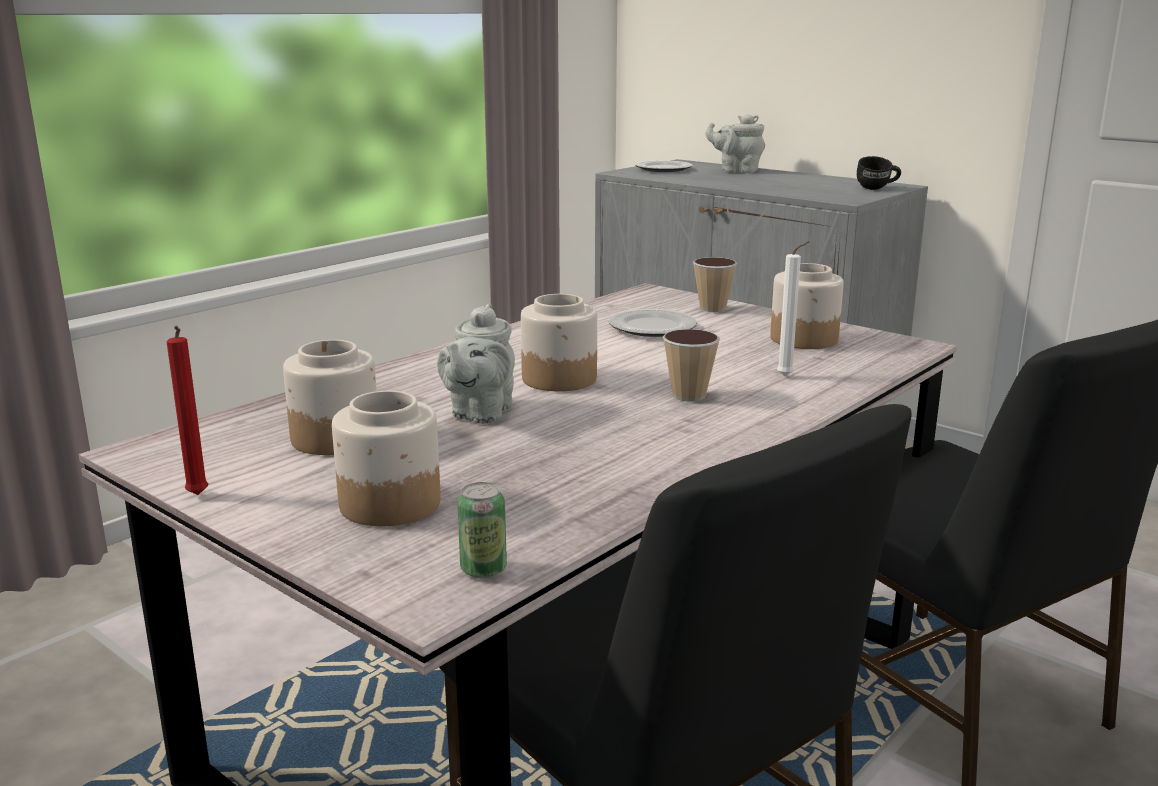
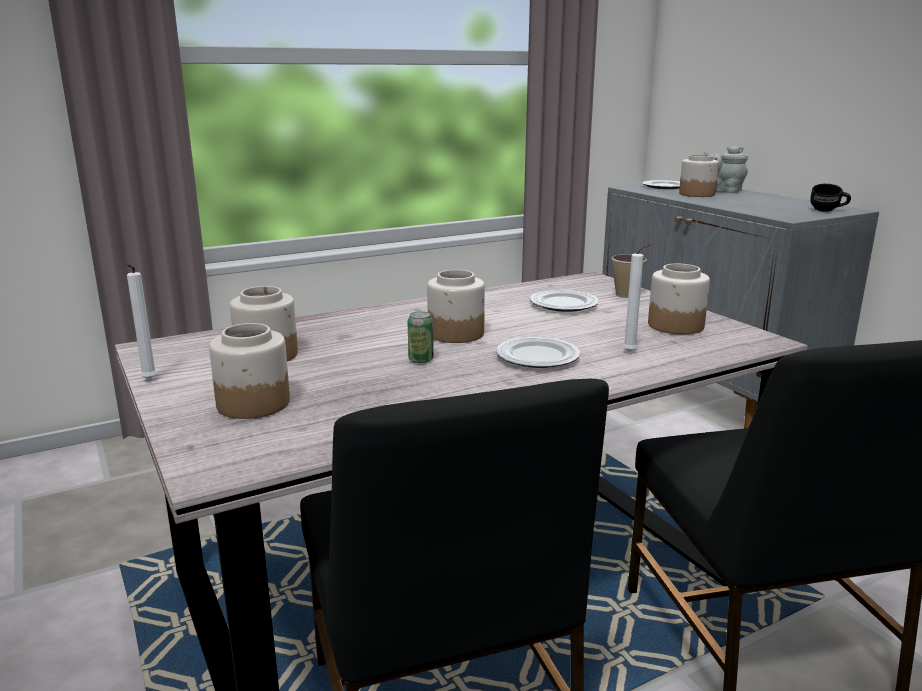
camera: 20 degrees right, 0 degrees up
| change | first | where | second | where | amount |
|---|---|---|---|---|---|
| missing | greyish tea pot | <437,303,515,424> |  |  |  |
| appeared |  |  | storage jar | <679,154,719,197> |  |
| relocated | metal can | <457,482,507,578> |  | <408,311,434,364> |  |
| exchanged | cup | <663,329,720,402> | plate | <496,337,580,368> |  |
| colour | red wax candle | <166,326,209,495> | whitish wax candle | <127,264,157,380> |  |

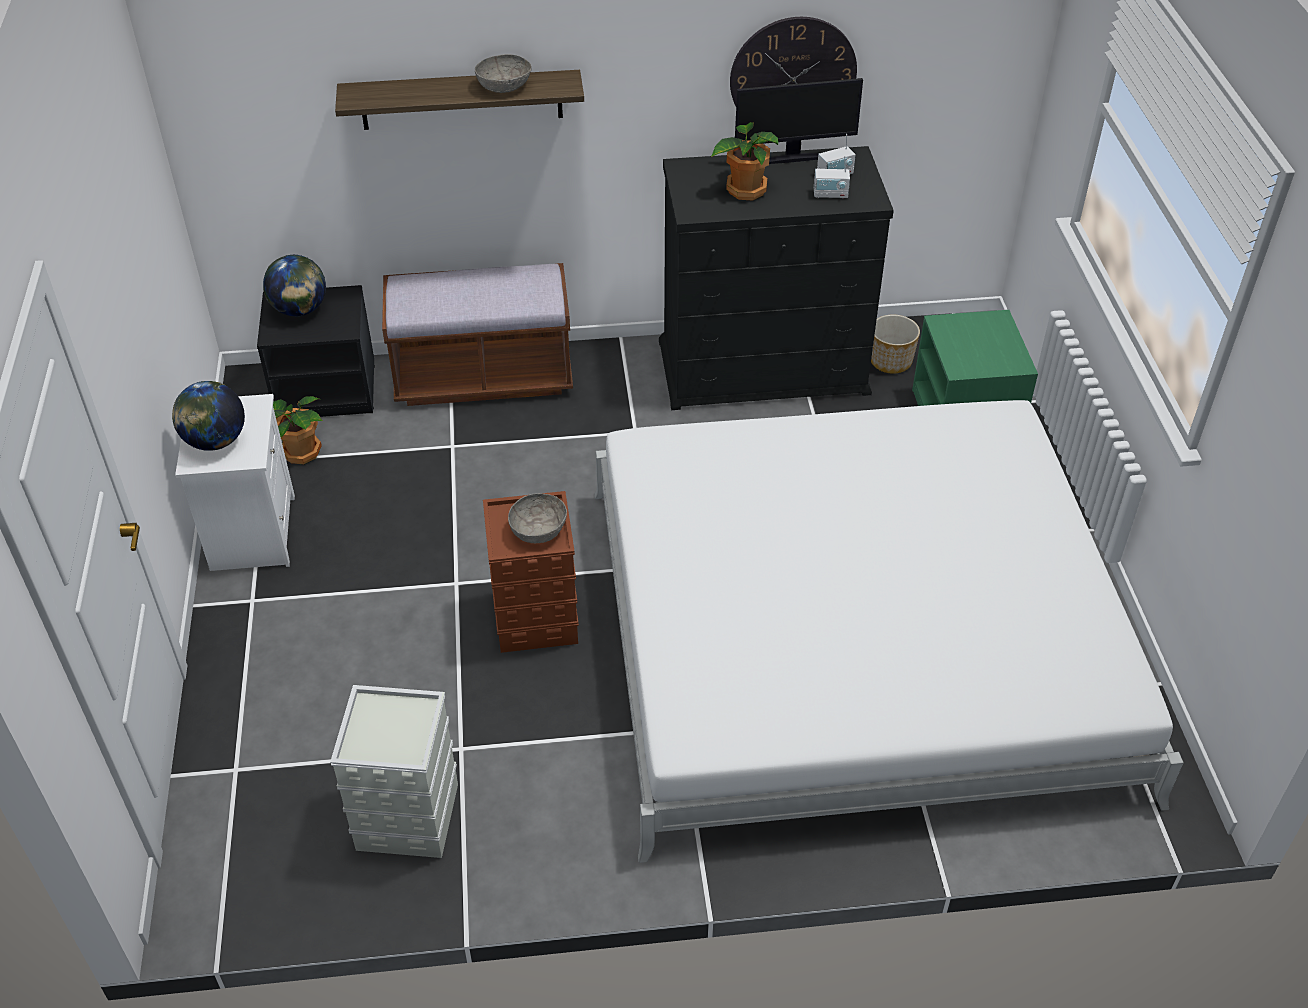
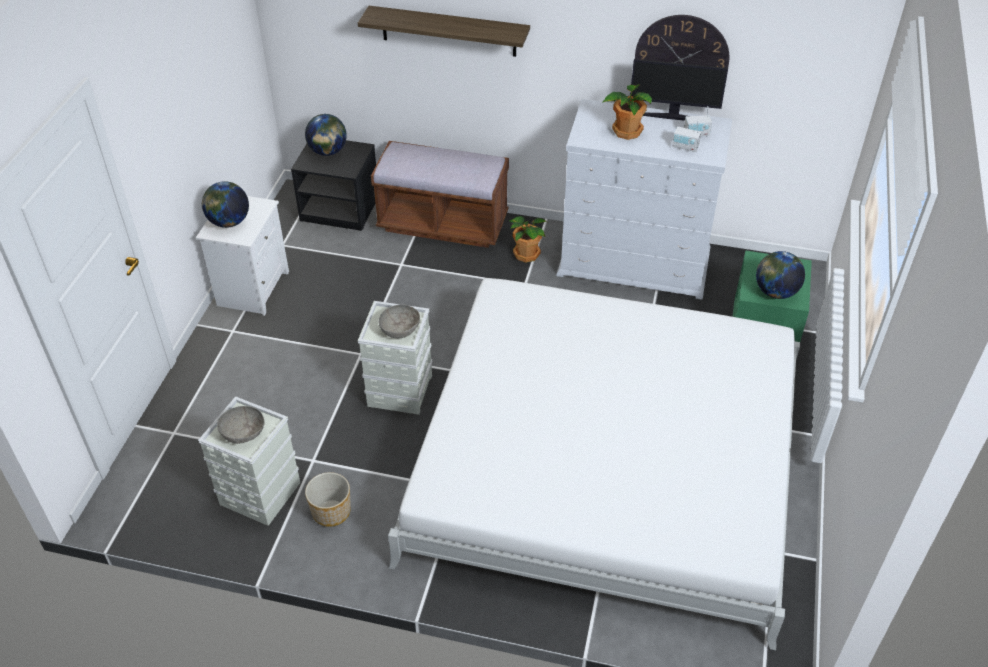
camera: 20 degrees right, 0 degrees up
| change | first | where | second | where | amount |
|---|---|---|---|---|---|
| appeared |  |  | desk globe | <756,251,805,299> |  |
| relocated | houseplant | <273,396,323,464> |  | <509,216,547,263> |  |
| relocated | greyish serving bowl | <475,54,532,93> |  | <217,406,265,444> |  |
| relocated | flower pot | <871,315,920,374> |  | <305,472,351,527> |  |
| colour | brownish storage box | <483,491,579,653> | greyish storage box | <358,301,432,415> |  |
| colour | blackish chest of drawers | <659,146,894,410> | whitish chest of drawers | <557,99,732,299> |  |

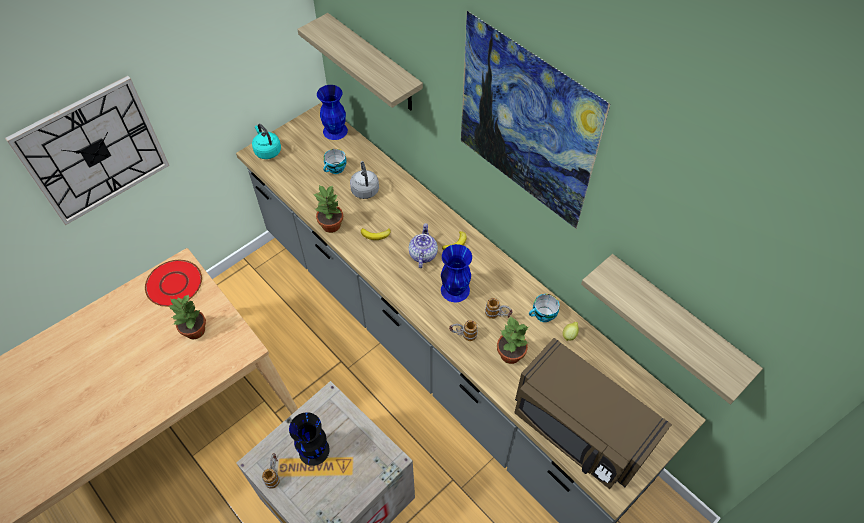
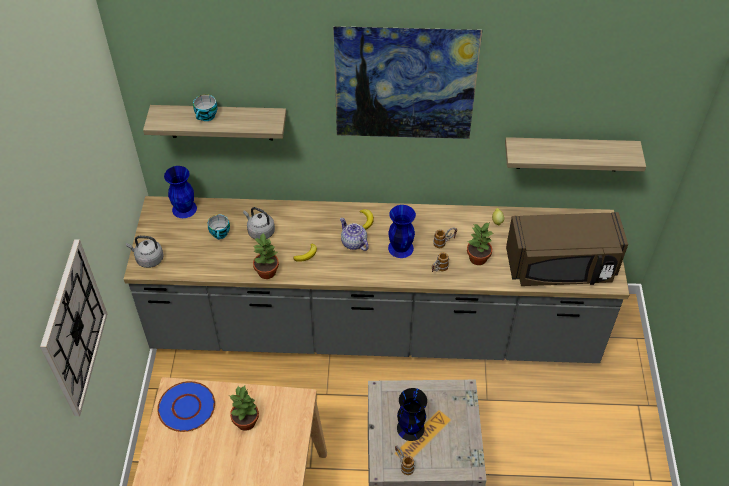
camera: 45 degrees left, 5 degrees down
| change | first | where | second | where | amount |
|---|---|---|---|---|---|
| relocated | cup | <529,294,560,322> |  | <193,95,218,121> |  |
| colour | red plate | <145,260,202,307> | blue-coloured plate | <157,381,215,432> |  |
| colour | turquoise-coloured kettle | <252,124,281,159> | greyish kettle | <126,236,164,268> |  |

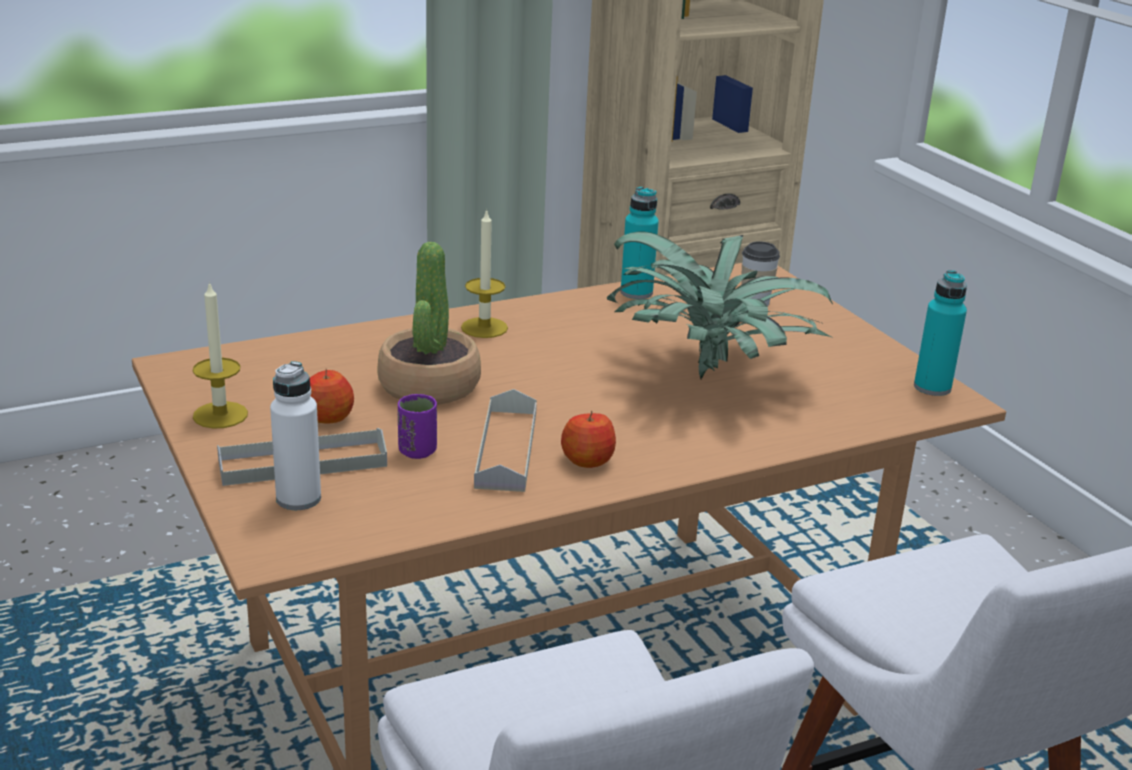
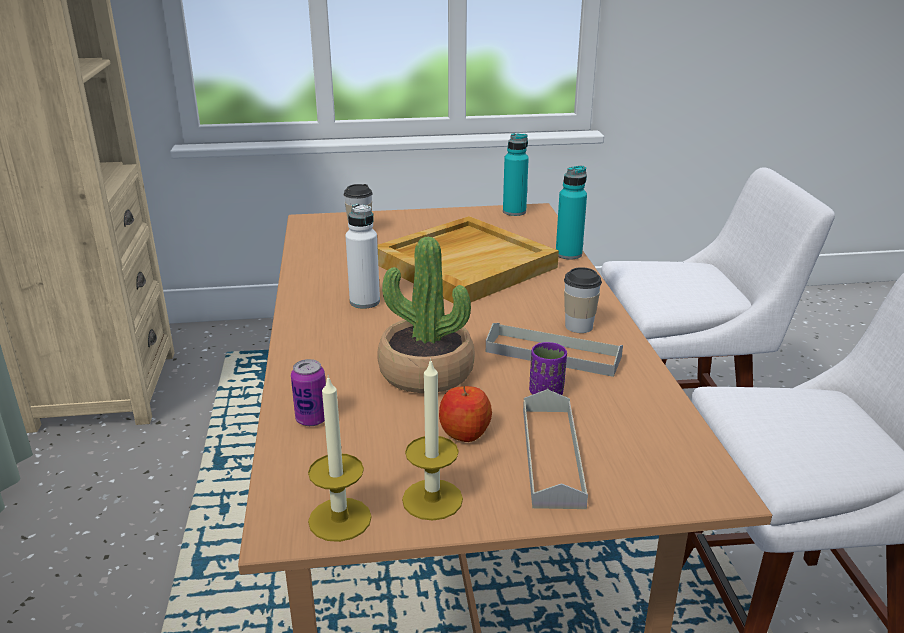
camera: 70 degrees left, 0 degrees up
| change | first | where | second | where | amount |
|---|---|---|---|---|---|
| appeared |  |  | metal can | <291,359,326,426> |  |
| relocated | whitish bottle | <270,361,321,510> |  | <345,204,380,309> |  |
| relocated | wax candle | <461,209,508,338> |  | <308,375,372,542> |  |
| relocated | turquoise-coloured bottle | <621,187,659,299> |  | <556,166,587,259> |  |
| exchanged | whole apple | <561,411,616,468> | cup | <564,267,602,333> |  |
| exchanged | houseplant | <607,232,833,379> | sand-coloured carrying tray | <377,216,559,303> |  |

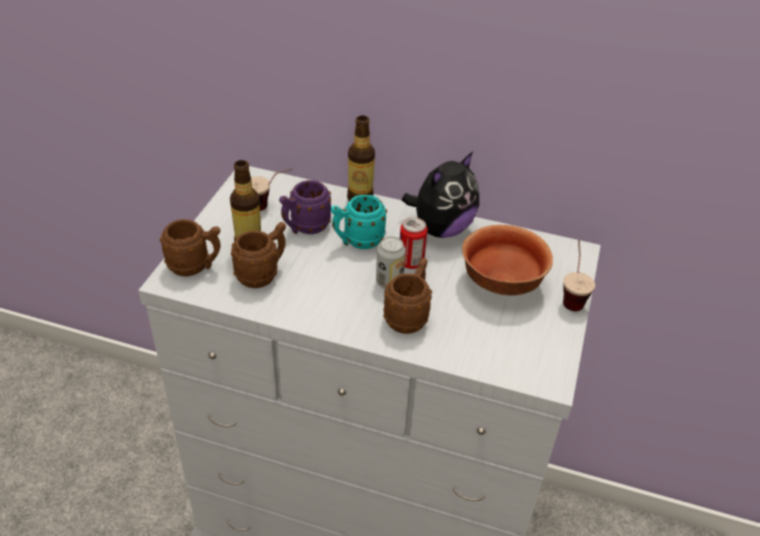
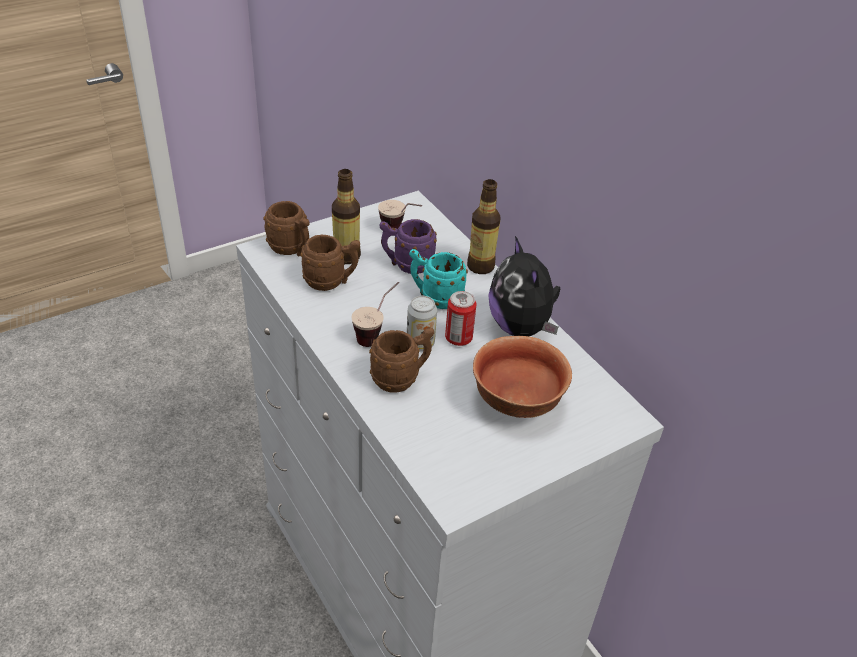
camera: 40 degrees right, 0 degrees up
| change | first | where | second | where | amount |
|---|---|---|---|---|---|
| relocated | cup | <563,239,595,311> |  | <351,282,399,347> |  |
| spun | cuddly toy | <402,152,479,238> |  | <488,236,560,336> | 75 degrees clockwise |

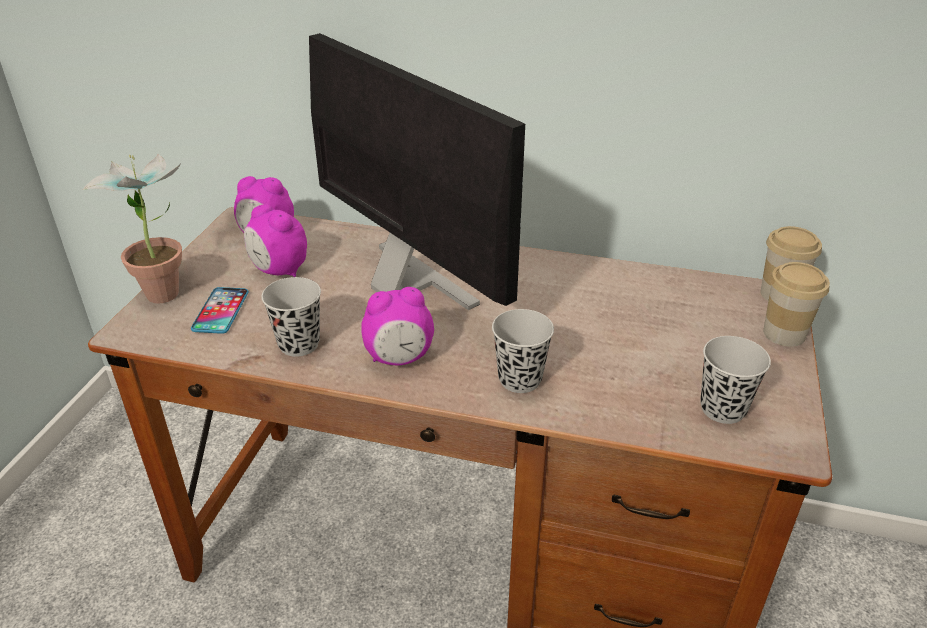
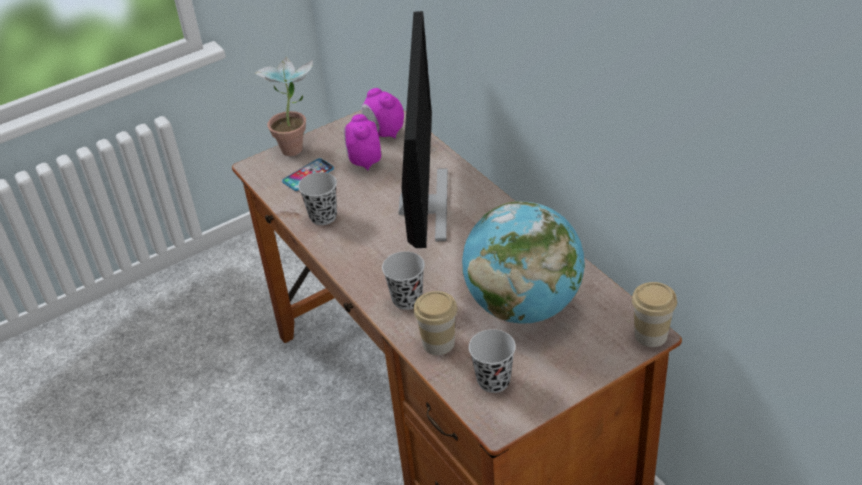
camera: 45 degrees right, 5 degrees up
| change | first | where | second | where | amount |
|---|---|---|---|---|---|
| missing | bedside clock | <361,287,434,365> |  |  |  |
| appeared |  |  | desk globe | <462,201,585,324> |  |
| relocated | cup | <763,262,830,347> |  | <413,291,457,355> |  |

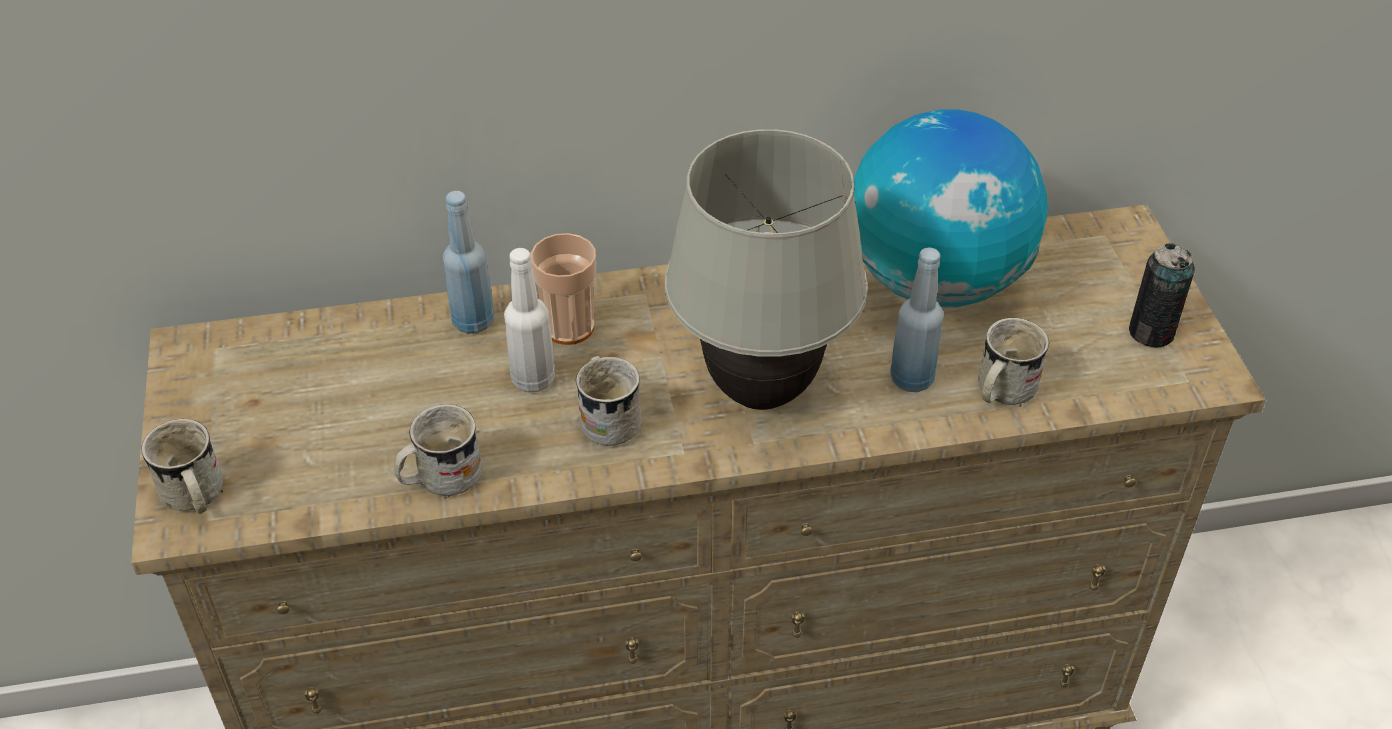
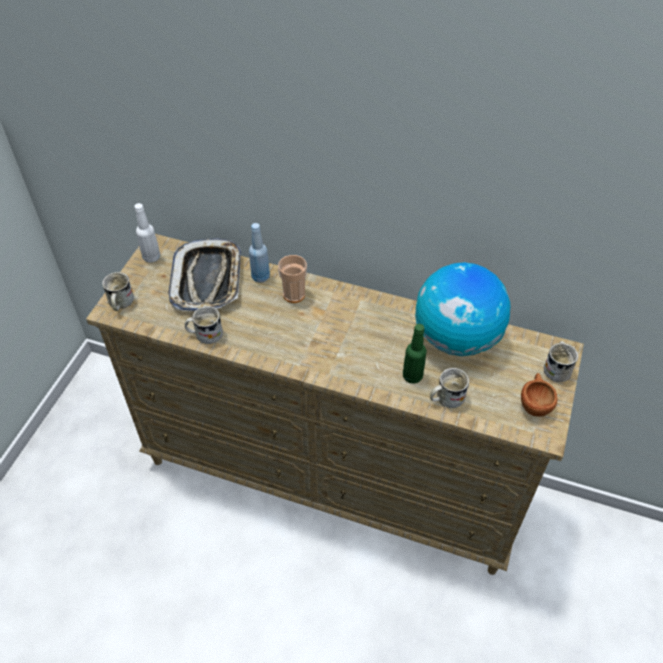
camera: 30 degrees right, 5 degrees up
| change | first | where | second | where | amount |
|---|---|---|---|---|---|
| missing | whitish lamp for a table | <665,129,868,410> |  |  |  |
| appeared |  |  | carrying tray | <168,238,241,311> |  |
| relocated | whitish bottle | <504,248,555,393> |  | <134,203,161,263> |  |
| relocated | whitish mug | <576,356,642,446> |  | <544,341,578,382> |  |
| exchanged | metal can | <1129,243,1195,347> | brownish cup | <521,373,557,417> |  |
| colour | blue-coloured bottle | <890,247,944,392> | greenish bottle | <403,324,427,384> |  |

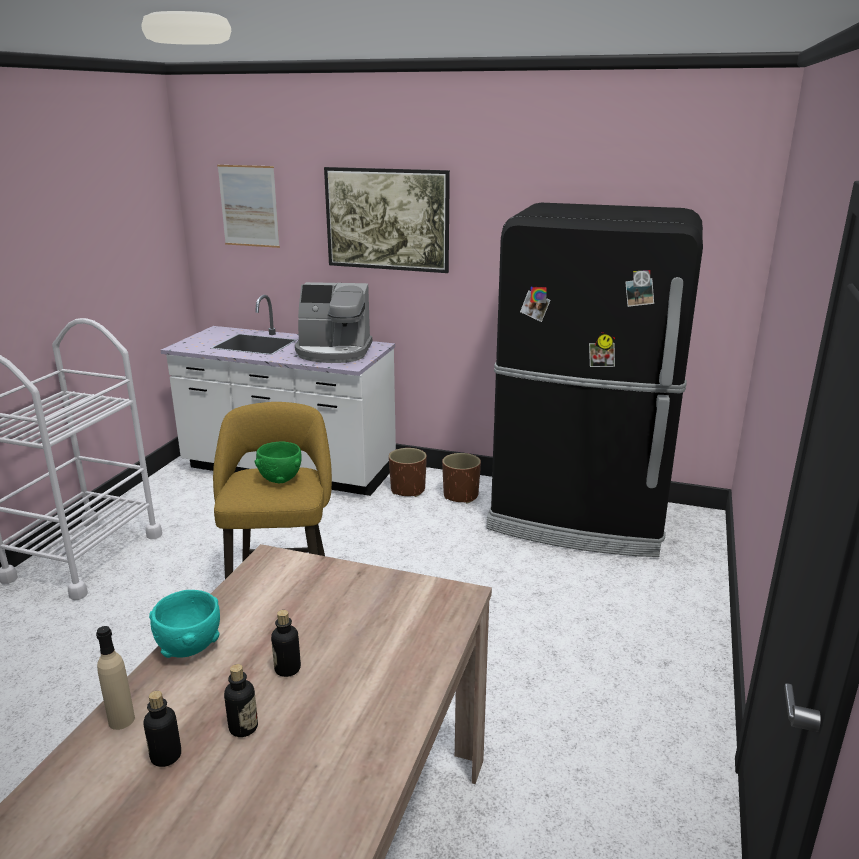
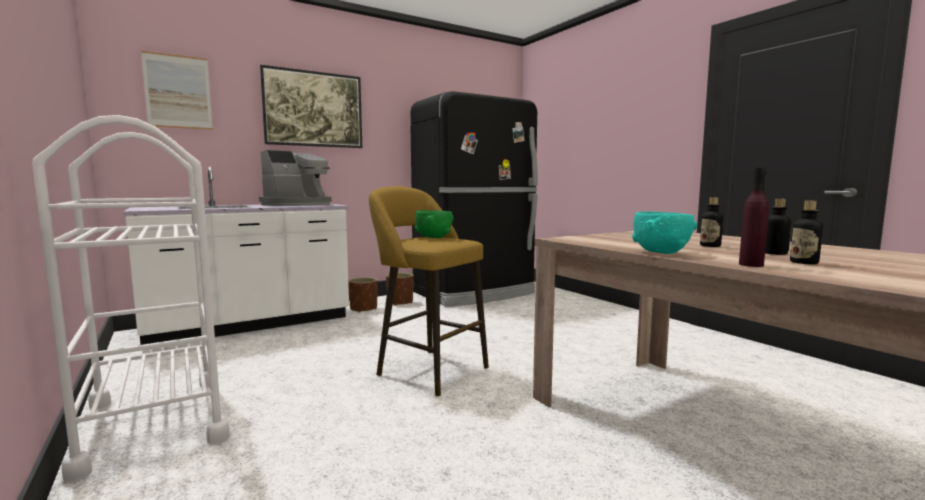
camera: 50 degrees left, 15 degrees down
| change | first | where | second | where | amount |
|---|---|---|---|---|---|
| colour | sand-coloured bottle | <96,626,135,730> | purple bottle | <739,168,769,267> |  |

